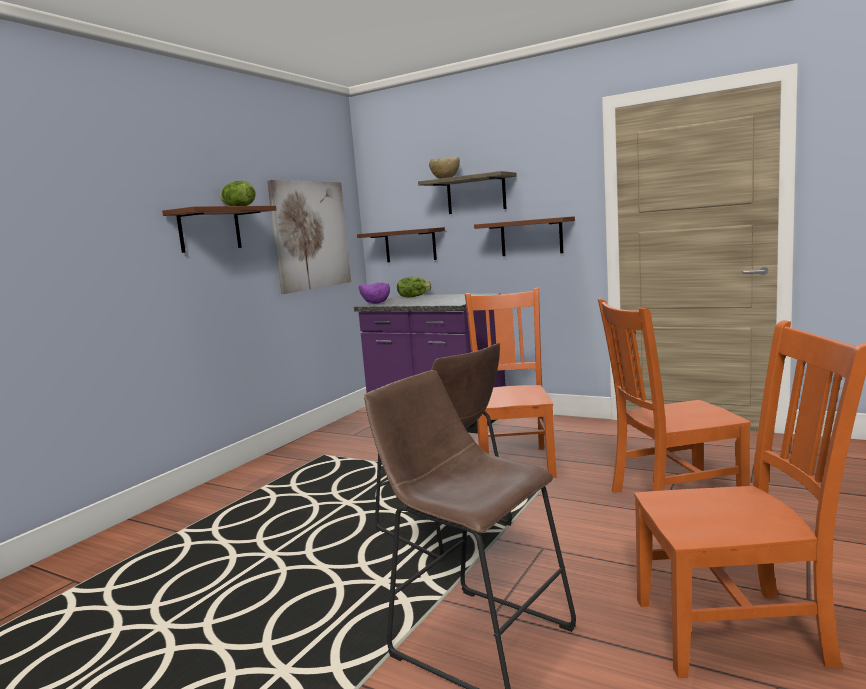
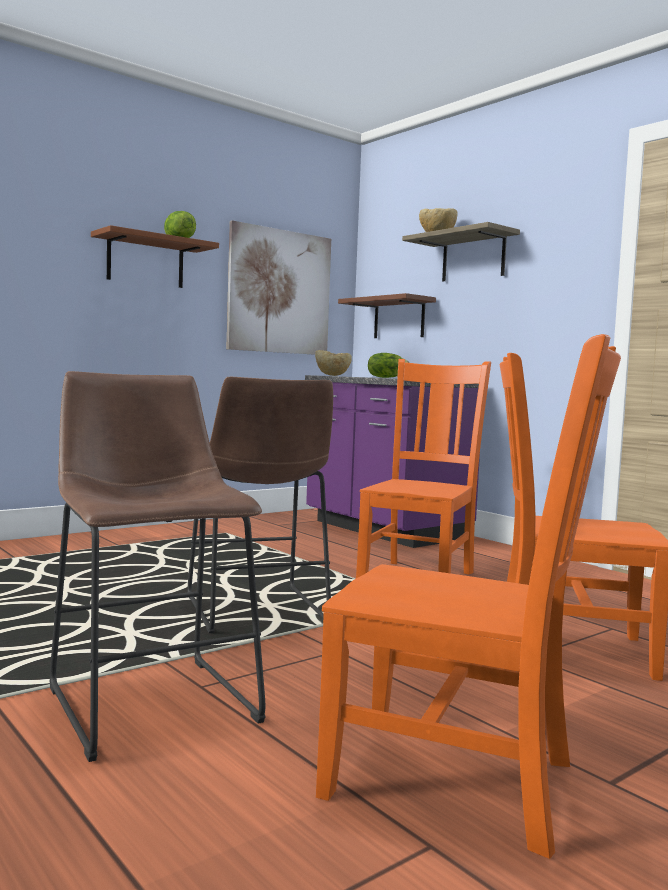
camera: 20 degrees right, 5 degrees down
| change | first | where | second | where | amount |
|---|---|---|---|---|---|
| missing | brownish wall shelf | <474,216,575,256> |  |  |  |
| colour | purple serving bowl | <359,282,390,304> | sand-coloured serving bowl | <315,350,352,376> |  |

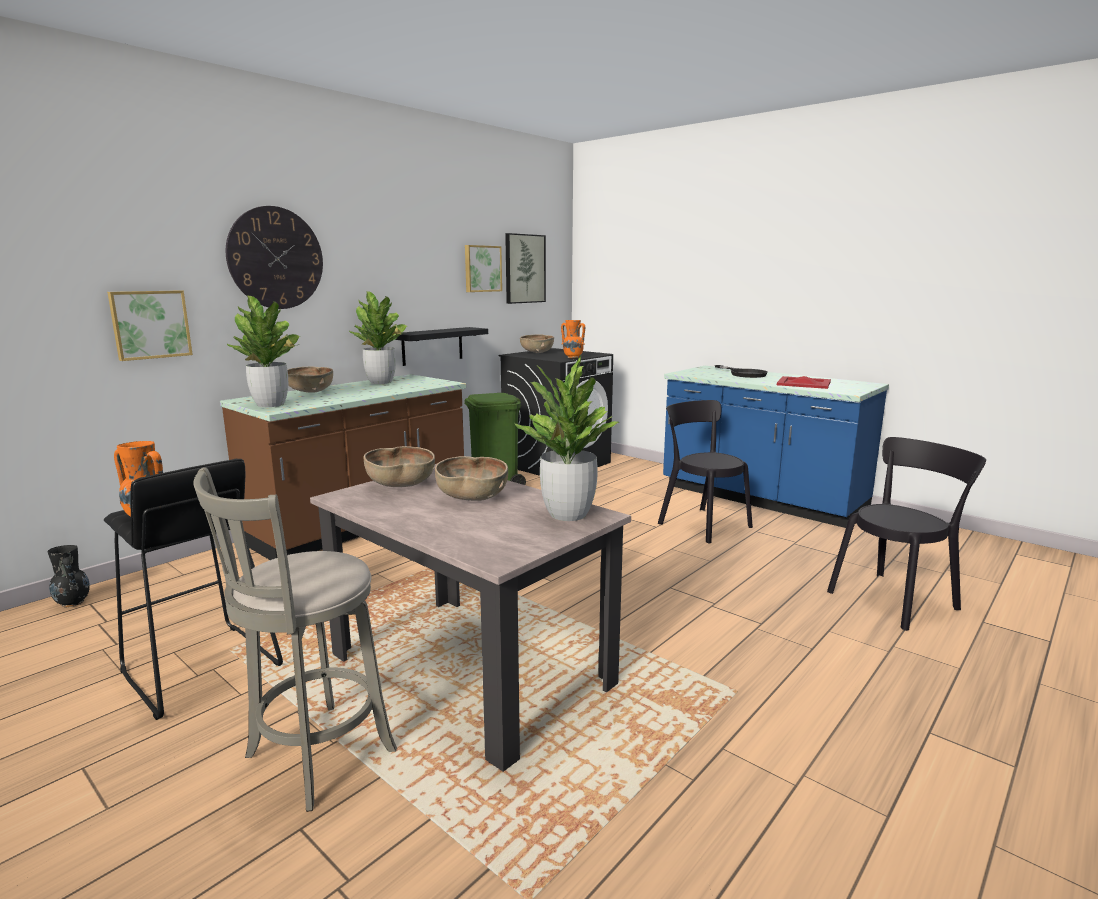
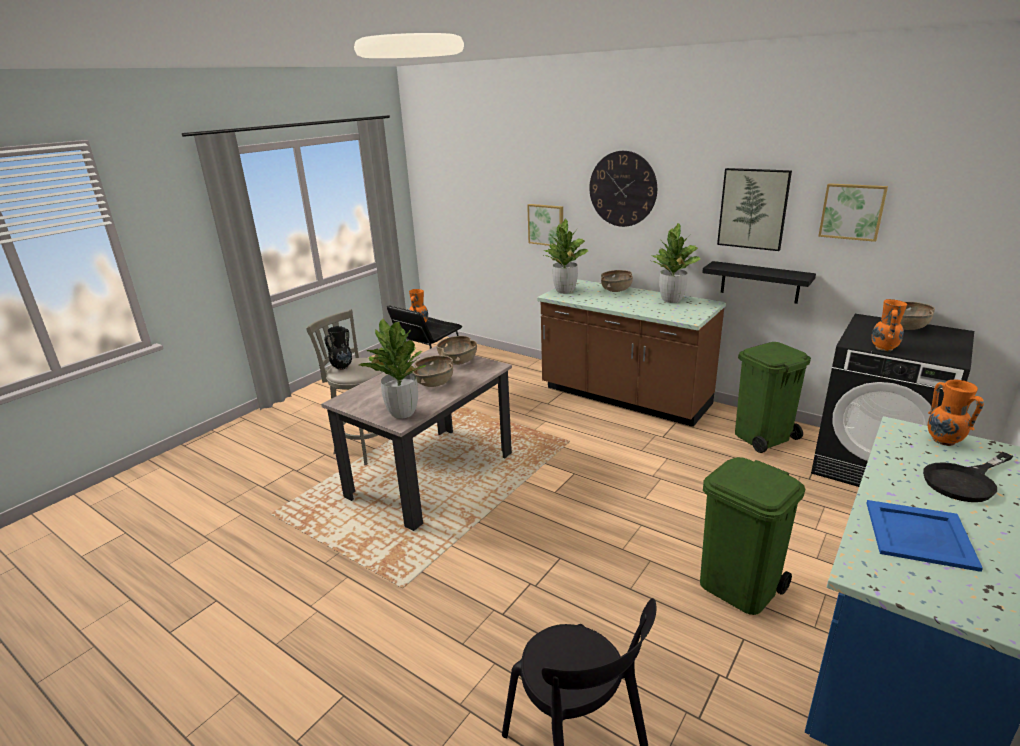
camera: 85 degrees right, 10 degrees up
| change | first | where | second | where | amount |
|---|---|---|---|---|---|
| appeared |  |  | orange decorative vase | <928,380,984,446> |  |
| relocated | blackish decorative vase | <48,545,90,607> |  | <324,326,352,370> |  |
| relocated | wall picture | <505,233,546,304> |  | <717,168,792,251> |  |
| exchanged | blackish upright chair | <658,400,753,544> | greenish rubbish bin | <700,457,805,615> |  |
| colour | red carrying tray | <777,376,831,389> | blue-coloured carrying tray | <866,500,983,572> |  |

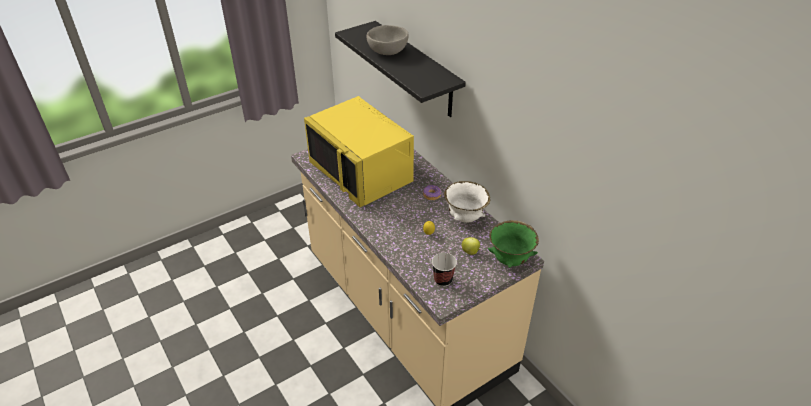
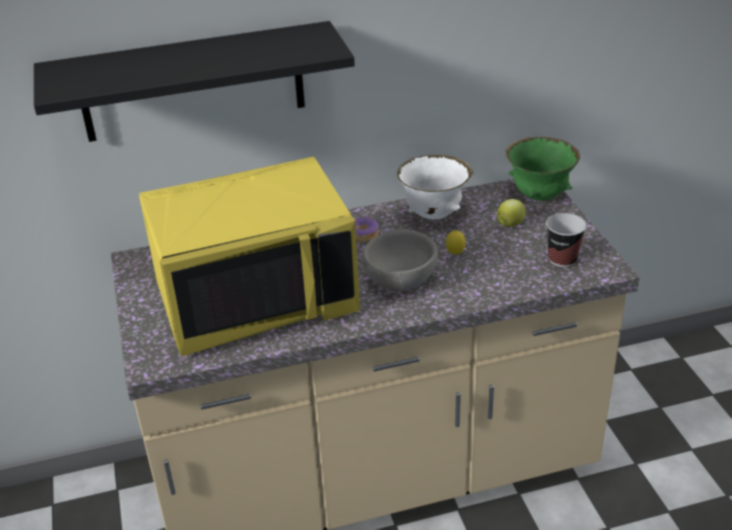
camera: 70 degrees left, 5 degrees down
| change | first | where | second | where | amount |
|---|---|---|---|---|---|
| relocated | greyish serving bowl | <367,25,409,55> |  | <363,230,438,290> |  |

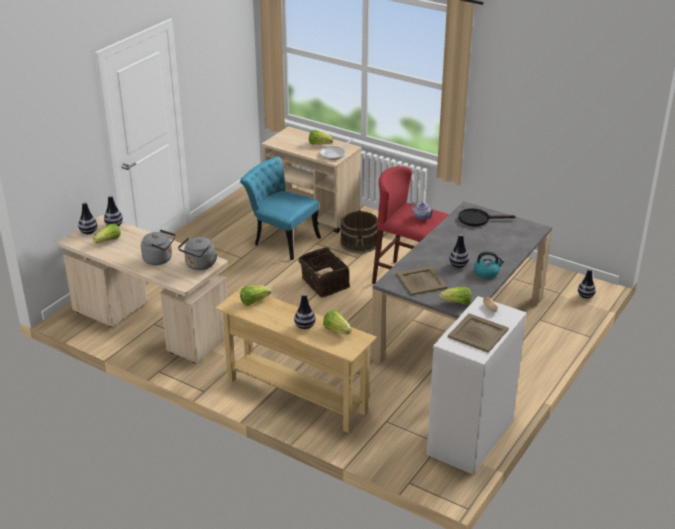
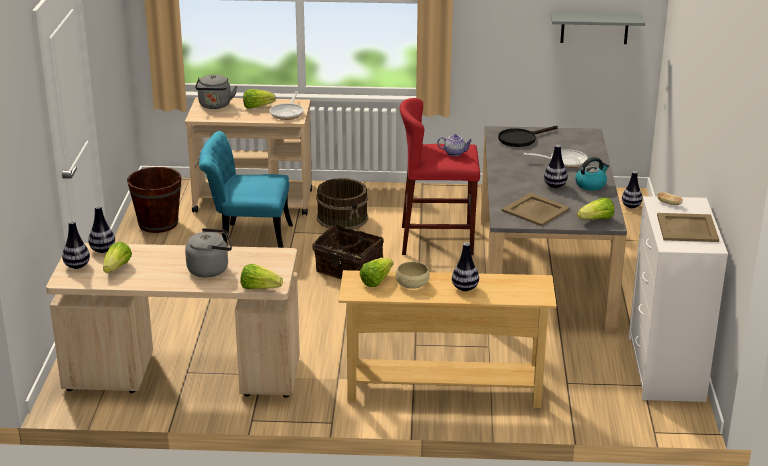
camera: 30 degrees left, 5 degrees down
| change | first | where | second | where | amount |
|---|---|---|---|---|---|
| appeared |  |  | brownish bucket | <127,167,182,233> |  |
| appeared |  |  | sand-coloured serving bowl | <396,262,430,289> |  |
| appeared |  |  | skillet | <524,149,588,168> |  |
| appeared |  |  | greyish wall shelf | <550,12,645,44> |  |
| relocated | greyish kettle | <178,237,217,270> |  | <195,75,237,109> |  |
| relocated | lettuce | <323,310,352,334> |  | <240,264,283,289> |  |

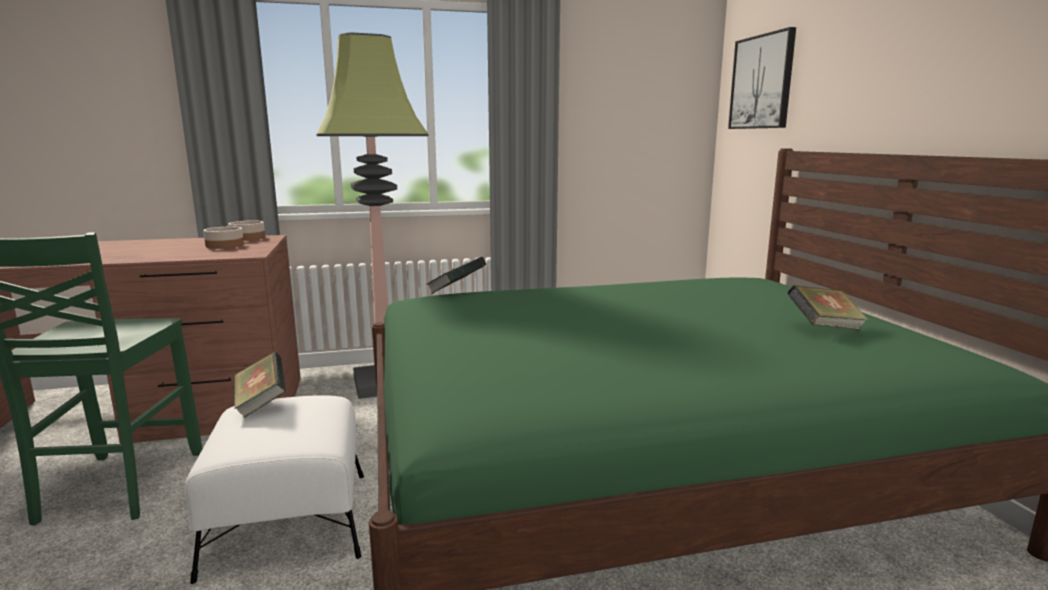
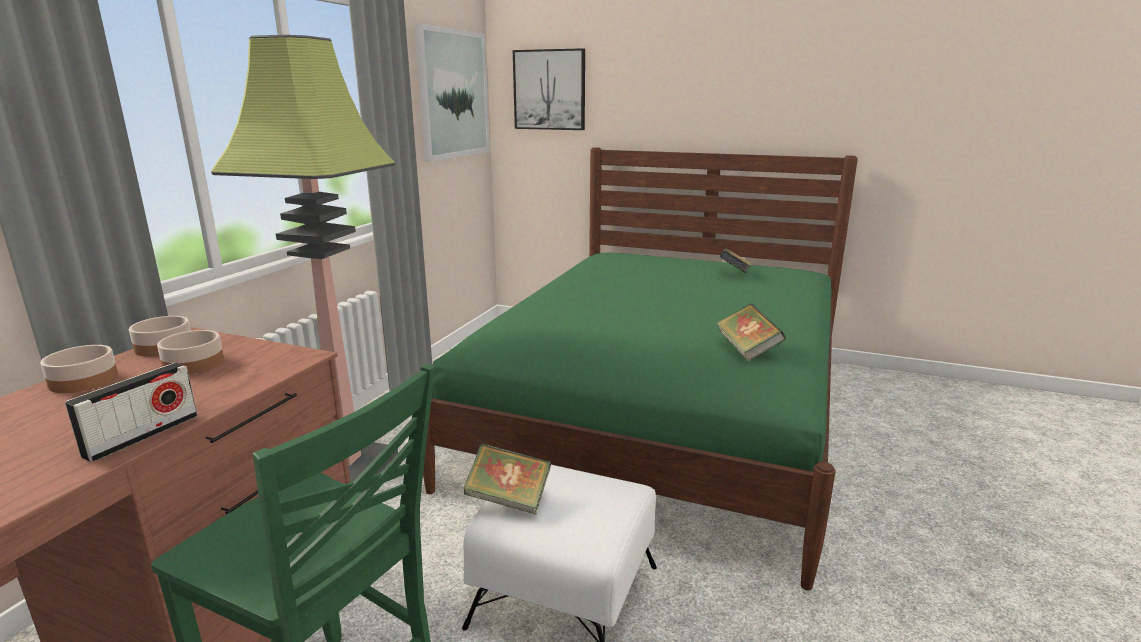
camera: 55 degrees left, 5 degrees up
| change | first | where | second | where | amount |
|---|---|---|---|---|---|
| appeared |  |  | serving bowl | <40,345,118,393> |  |
| appeared |  |  | radio receiver | <65,363,198,462> |  |
| appeared |  |  | wall picture | <414,23,490,162> |  |
| relocated | book | <426,257,486,294> |  | <717,304,786,362> |  |

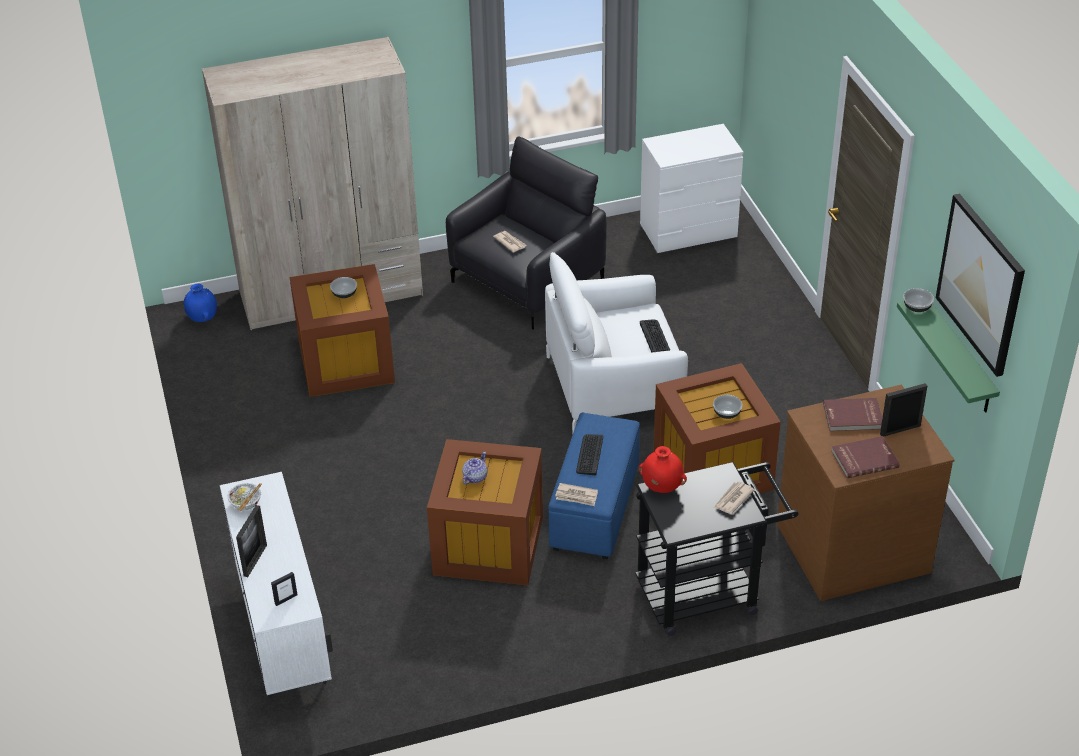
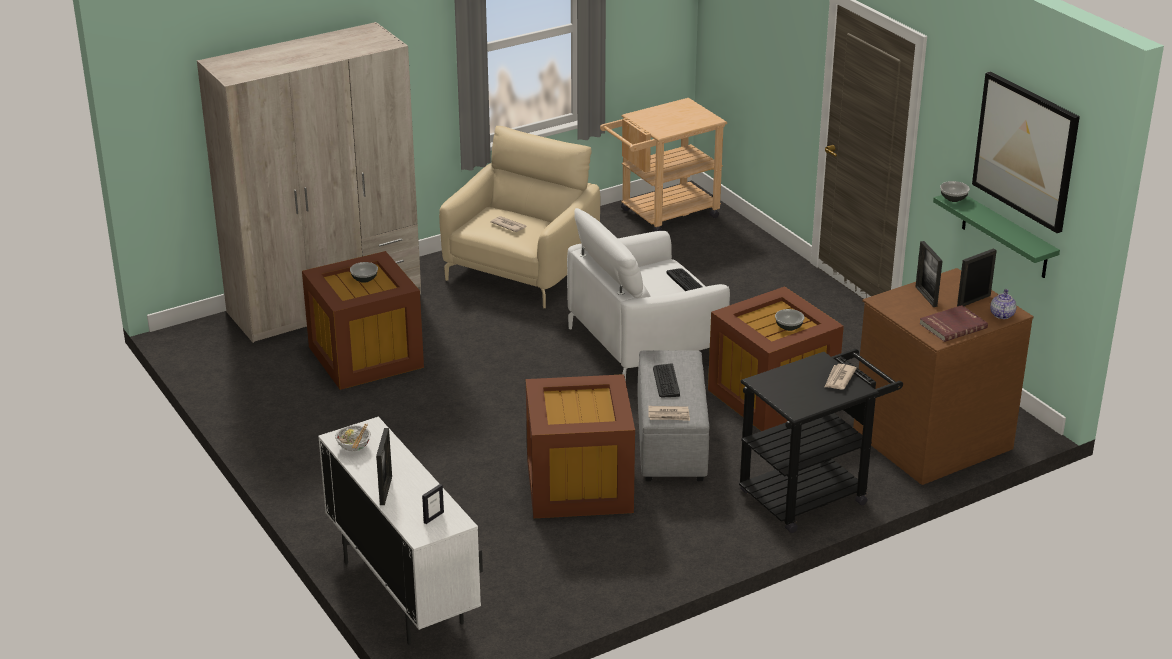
camera: 15 degrees left, 10 degrees down
| change | first | where | second | where | amount |
|---|---|---|---|---|---|
| missing | blue-coloured decorative vase | <184,284,217,322> |  |  |  |
| missing | red decorative vase | <639,446,687,493> |  |  |  |
| relocated | tea pot | <462,452,488,485> |  | <990,289,1017,319> |  |
| exchanged | whitish chest of drawers | <640,124,743,253> | sand-coloured trolley | <600,98,727,232> |  |
| exchanged | red book | <823,398,882,431> | picture frame | <916,241,943,307> |  |
| colour | blackish lounge chair | <446,136,607,329> | sand-coloured lounge chair | <439,126,600,308> |  |
| colour | blue-coloured pouffe | <548,413,640,559> | greyish pouffe | <637,350,709,481> |  |

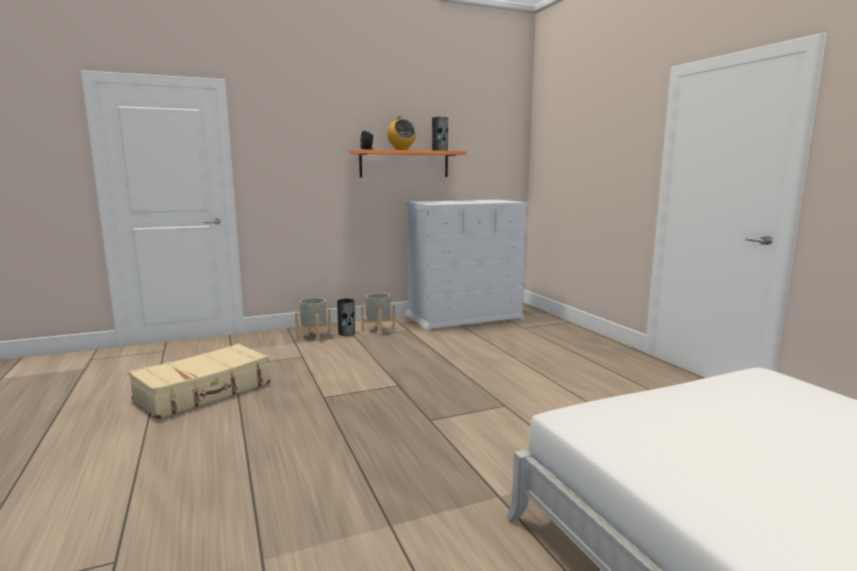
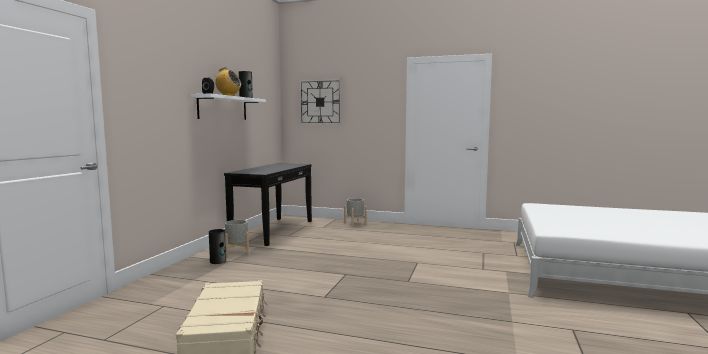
camera: 50 degrees left, 5 degrees down
| change | first | where | second | where | amount |
|---|---|---|---|---|---|
| appeared |  |  | wall clock | <299,79,342,125> |  |
| relocated | greyish flower pot | <295,298,332,342> |  | <344,198,367,226> |  |
| exchanged | whitish chest of drawers | <405,200,528,331> | blackish hall table | <224,163,312,246> |  |
| colour | orange wall shelf | <349,149,466,177> | whitish wall shelf | <191,94,266,120> |  |

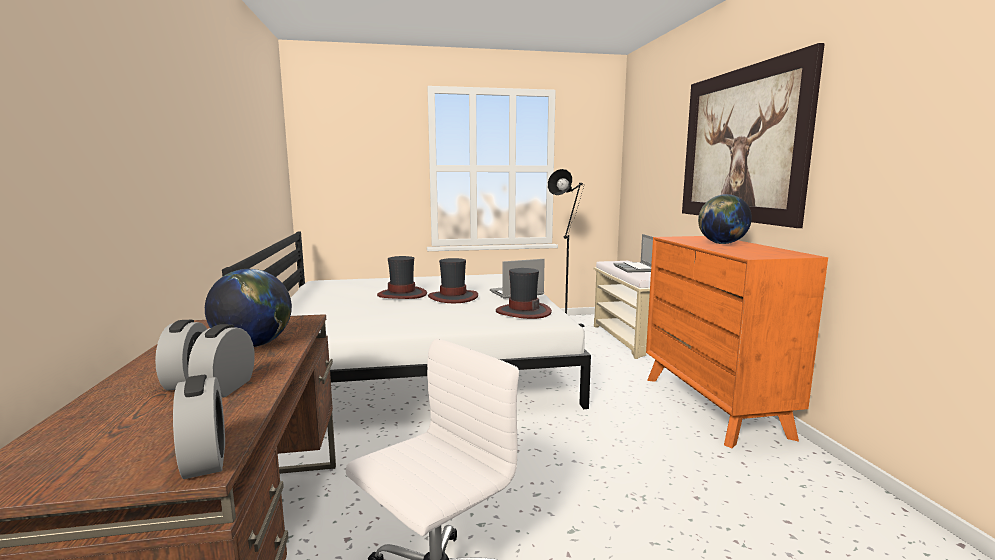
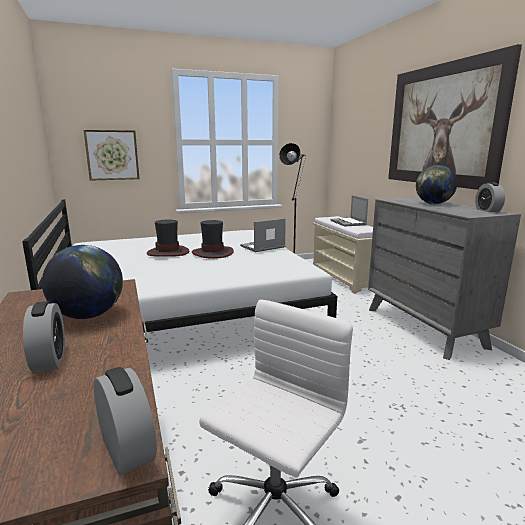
camera: 10 degrees left, 5 degrees up
| change | first | where | second | where | amount |
|---|---|---|---|---|---|
| missing | clothing hat | <496,268,552,319> |  |  |  |
| appeared |  |  | wall picture | <84,130,140,181> |  |
| relocated | bedside clock | <188,324,255,397> |  | <475,182,505,212> |  |
| colour | orange chest of drawers | <646,236,828,448> | greyish chest of drawers | <368,197,521,360> |  |

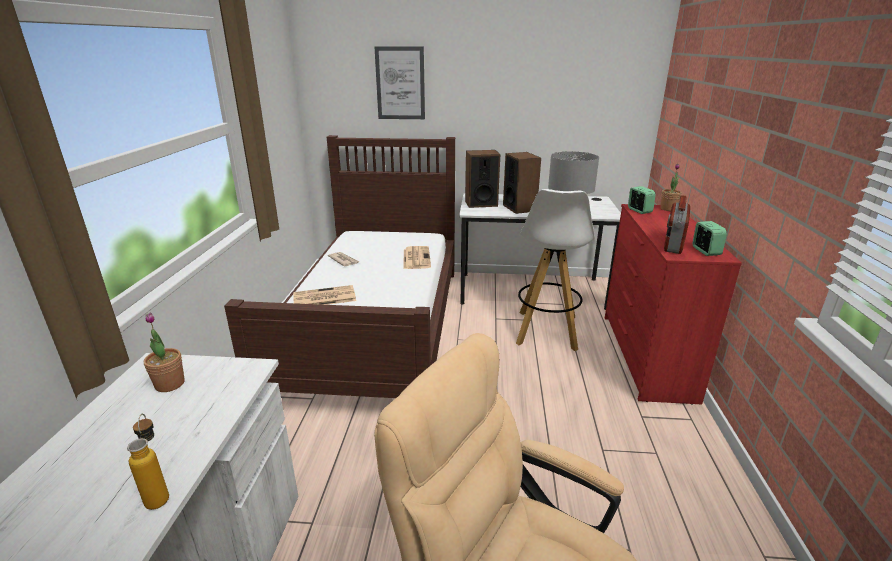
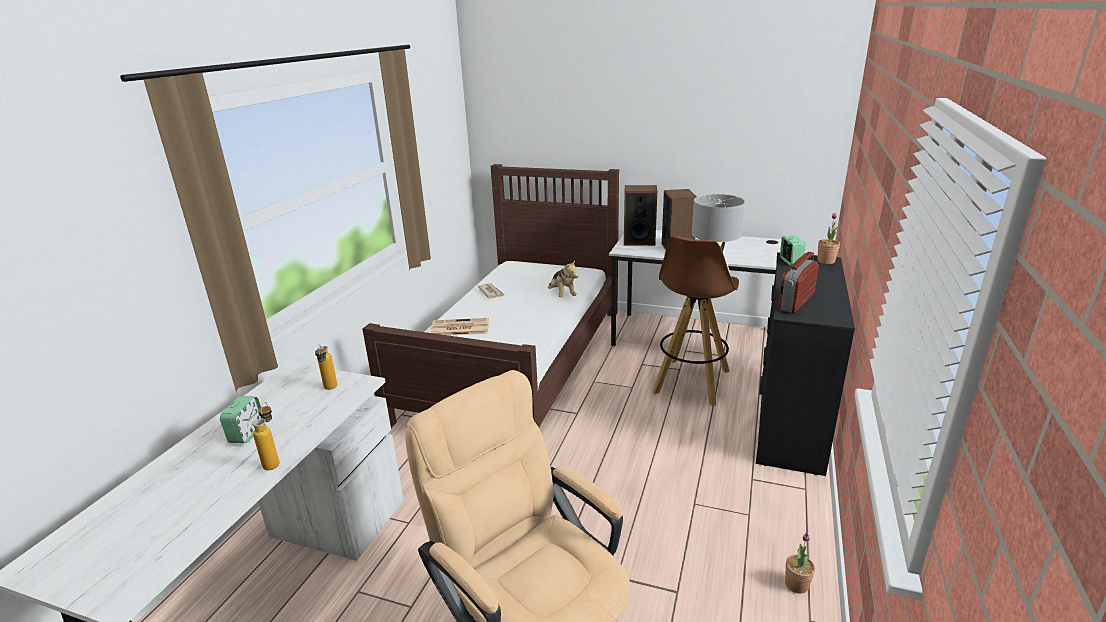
camera: 15 degrees right, 0 degrees up
| change | first | where | second | where | amount |
|---|---|---|---|---|---|
| missing | wall picture | <374,46,425,119> |  |  |  |
| appeared |  |  | bottle | <315,345,337,390> |  |
| relocated | houseplant | <144,312,185,392> |  | <785,533,815,594> |  |
| relocated | bedside clock | <693,221,727,256> |  | <220,396,261,443> |  |
| exchanged | printed paper | <404,246,431,269> | cuddly toy | <548,260,578,297> |  |
| colour | whitish sitting stool | <516,189,595,351> | brownish sitting stool | <652,236,739,406> |  |
| colour | red chest of drawers | <605,204,742,405> | blackish chest of drawers | <756,252,855,476> |  |

